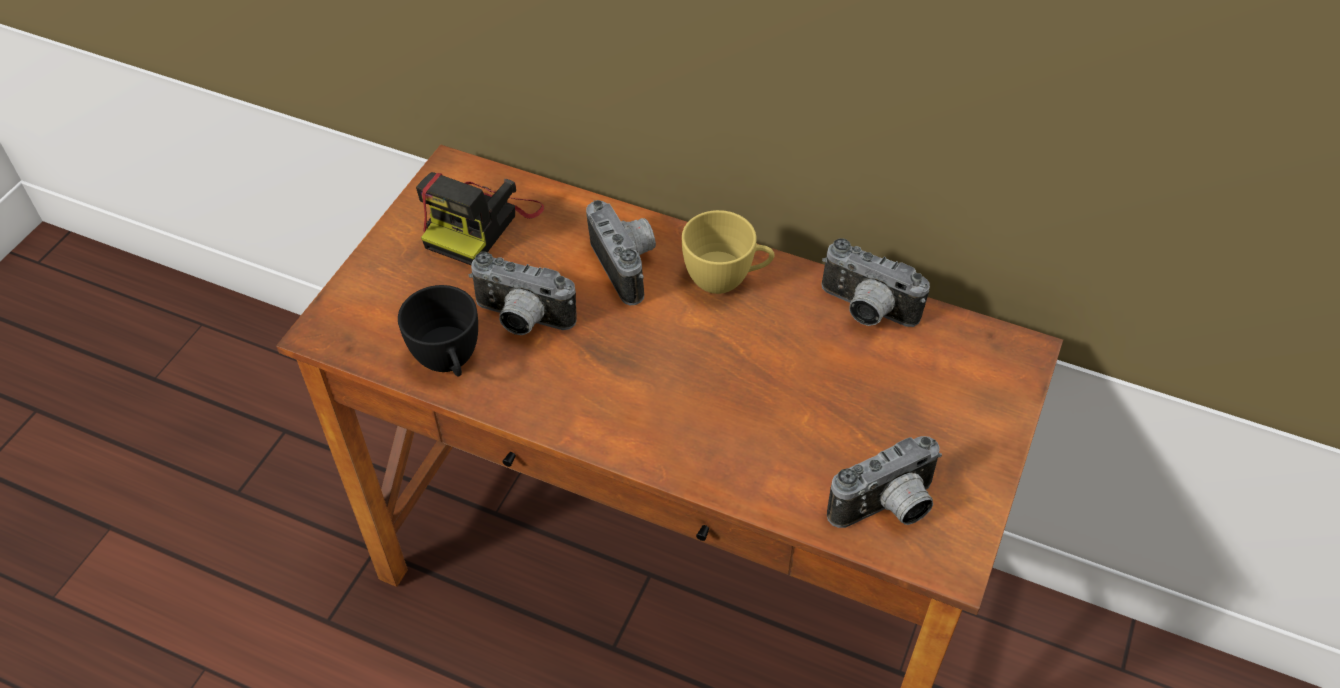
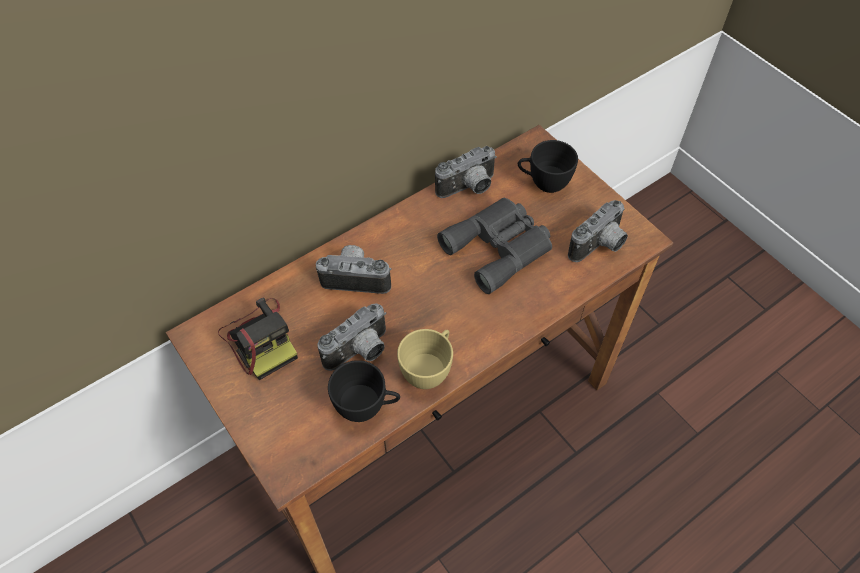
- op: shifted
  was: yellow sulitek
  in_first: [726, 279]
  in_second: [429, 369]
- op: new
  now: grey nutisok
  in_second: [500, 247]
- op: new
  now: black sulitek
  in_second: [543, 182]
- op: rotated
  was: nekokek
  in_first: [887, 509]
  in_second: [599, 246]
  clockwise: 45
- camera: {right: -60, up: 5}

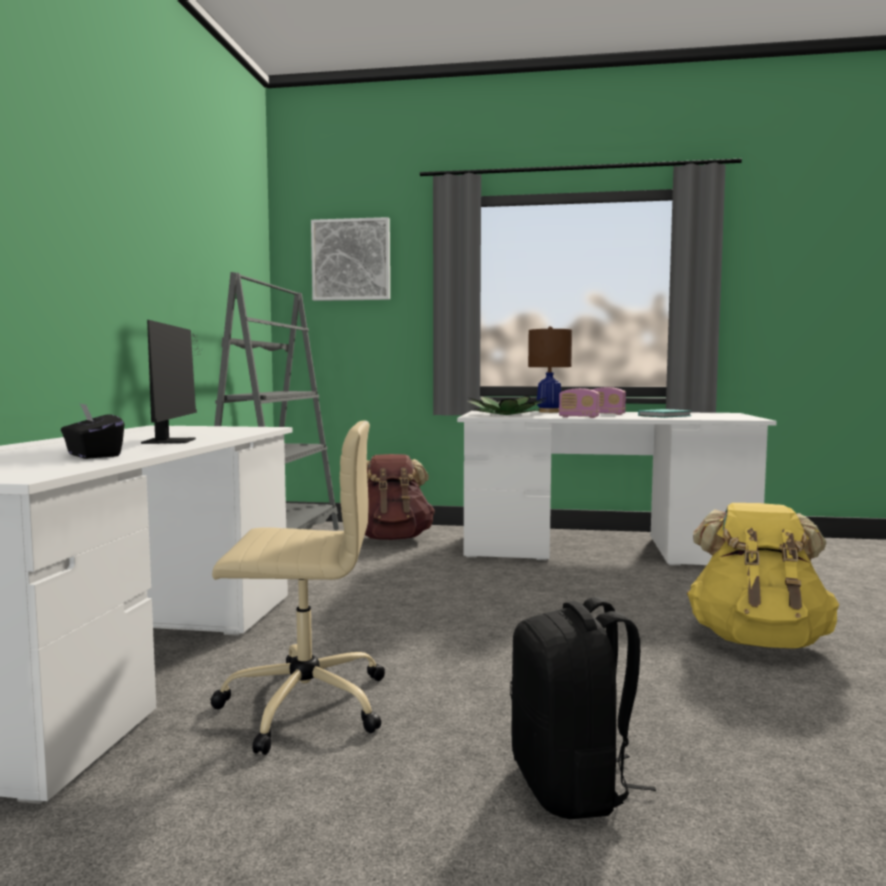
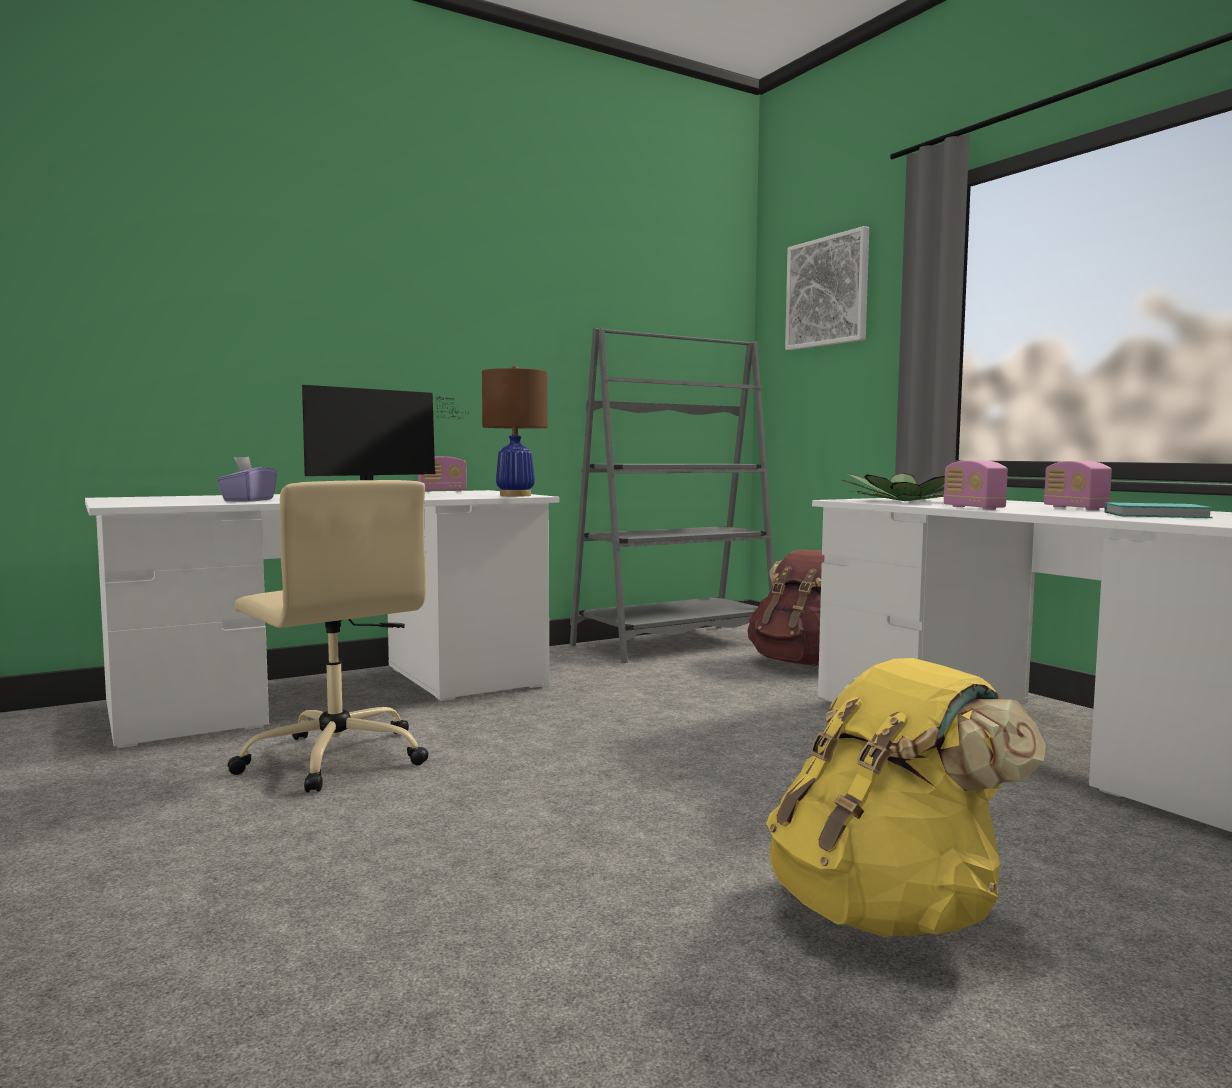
- op: repainted
  was: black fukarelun
  now: purple fukarelun
  in_first: [93, 456]
  in_second: [248, 500]
- op: new
  now: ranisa
  in_second: [442, 491]
- op: shifted
  was: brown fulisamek
  in_first: [549, 412]
  in_second: [515, 495]
- op: gone
  was: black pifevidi
  in_first: [572, 786]
- camera: {right: 50, up: 0}

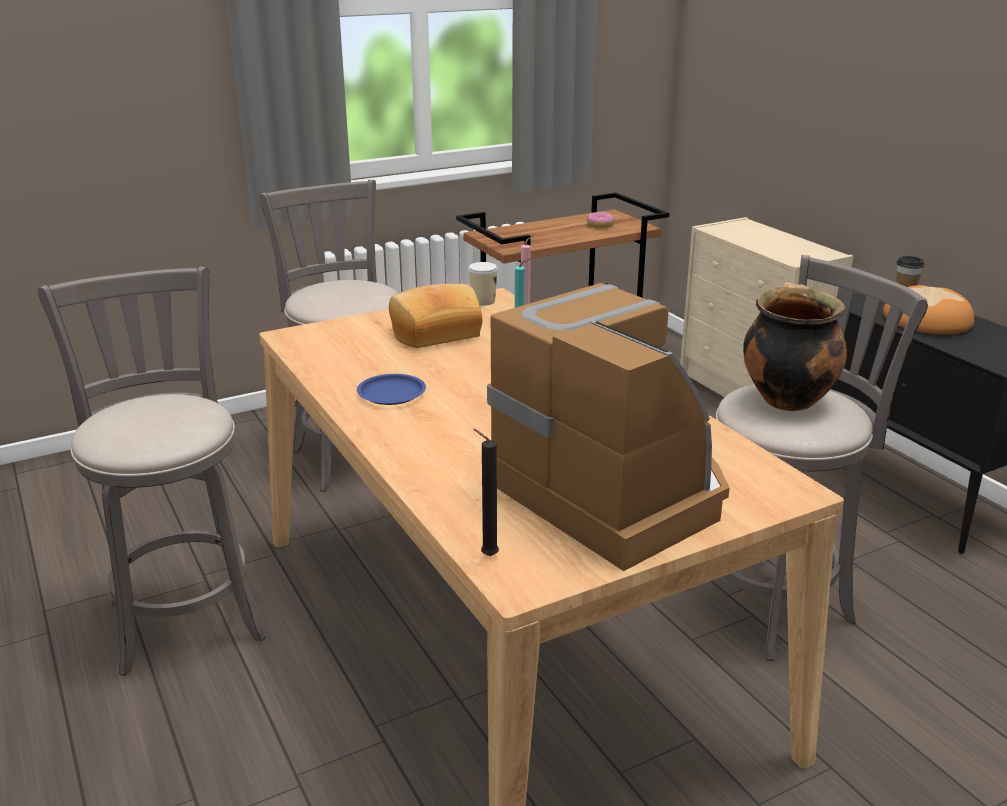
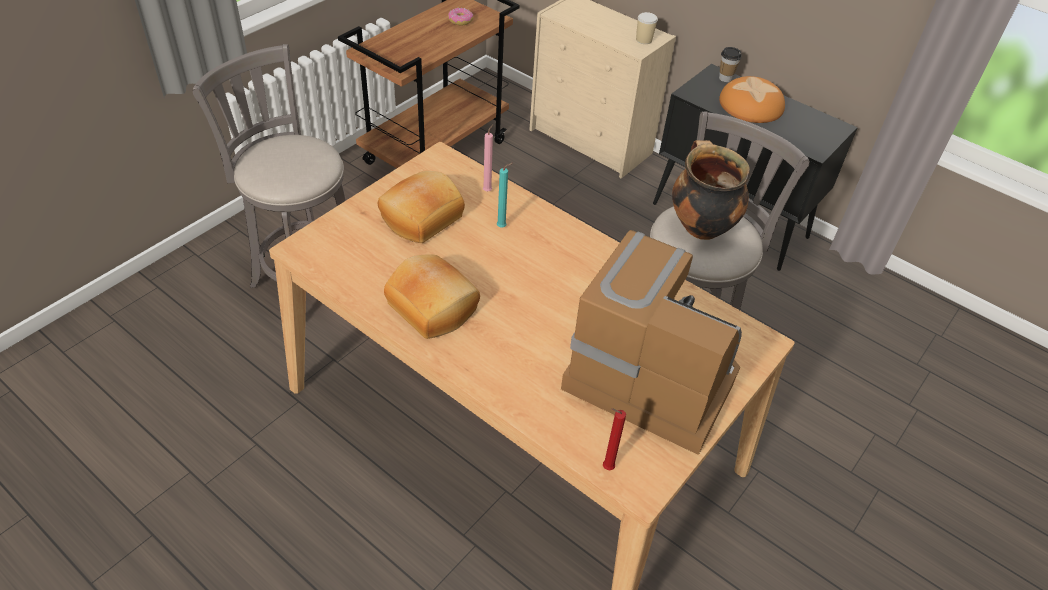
- op: swapped
  was: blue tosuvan
  now: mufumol
  in_first: [392, 394]
  in_second: [434, 306]
- op: repainted
  was: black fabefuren
  now: red fabefuren
  in_first: [487, 555]
  in_second: [606, 468]
- op: shifted
  was: sulitek
  in_first: [483, 301]
  in_second: [644, 40]
- op: gone
  was: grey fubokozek
  in_first: [186, 615]
- camera: {right: -25, up: 20}

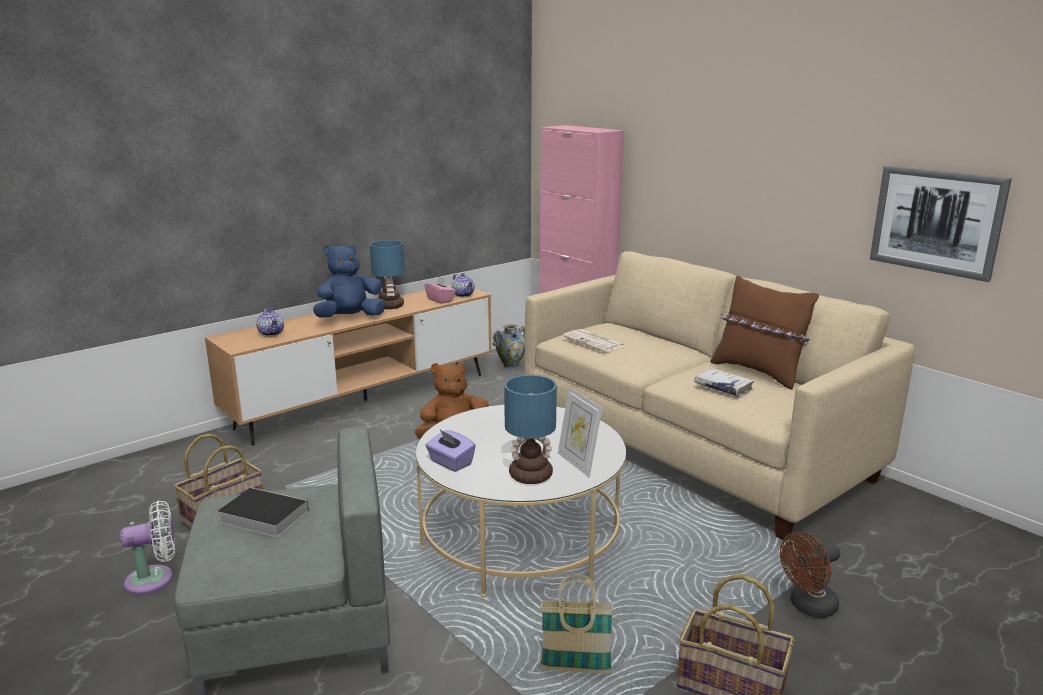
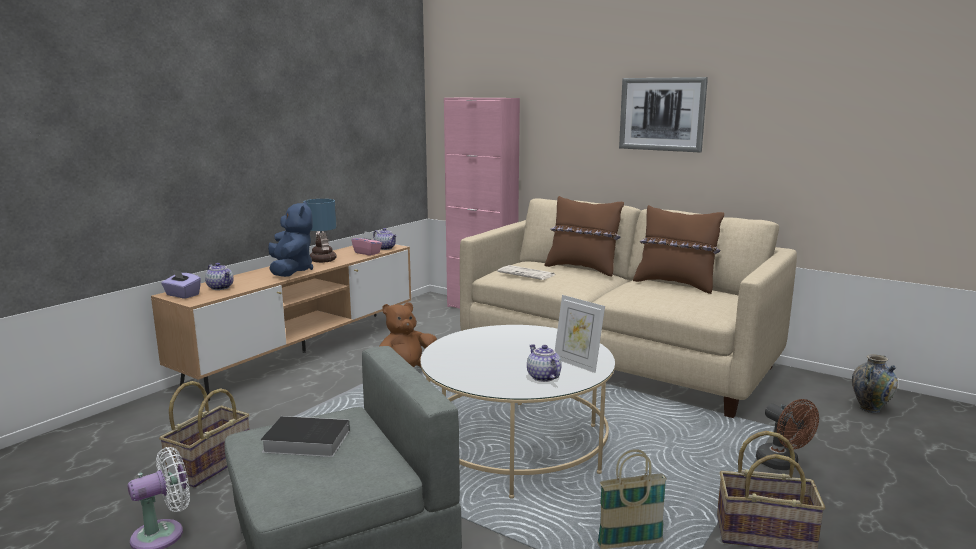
- op: shifted
  was: purple fukarelun
  in_first: [450, 463]
  in_second: [182, 295]
- op: rotated
  was: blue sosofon
  in_first: [349, 318]
  in_second: [291, 271]
  clockwise: 120
- op: swapped
  was: fulisamek
  now: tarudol
  in_first: [529, 476]
  in_second: [542, 377]
- op: new
  now: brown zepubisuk
  in_second: [582, 269]
- op: shifted
  was: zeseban
  in_first: [936, 221]
  in_second: [662, 114]
- op: rotated
  was: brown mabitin
  in_first: [808, 607]
  in_second: [782, 464]
  clockwise: -75
- op: shifted
  was: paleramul
  in_first: [511, 366]
  in_second: [870, 408]
- op: gone
  was: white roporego
  in_first: [723, 388]
- camera: {right: -15, up: -5}

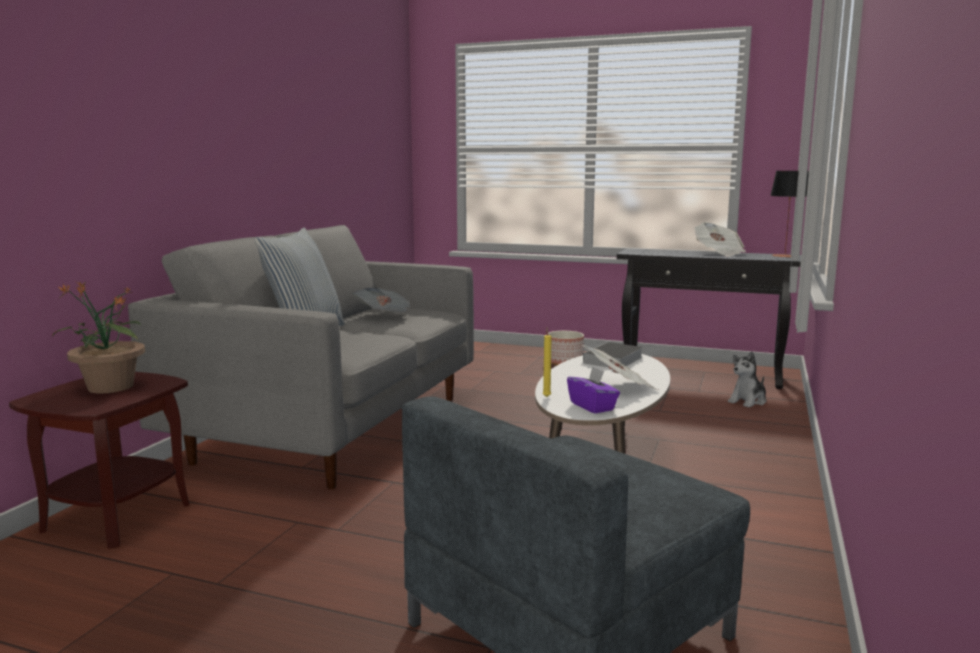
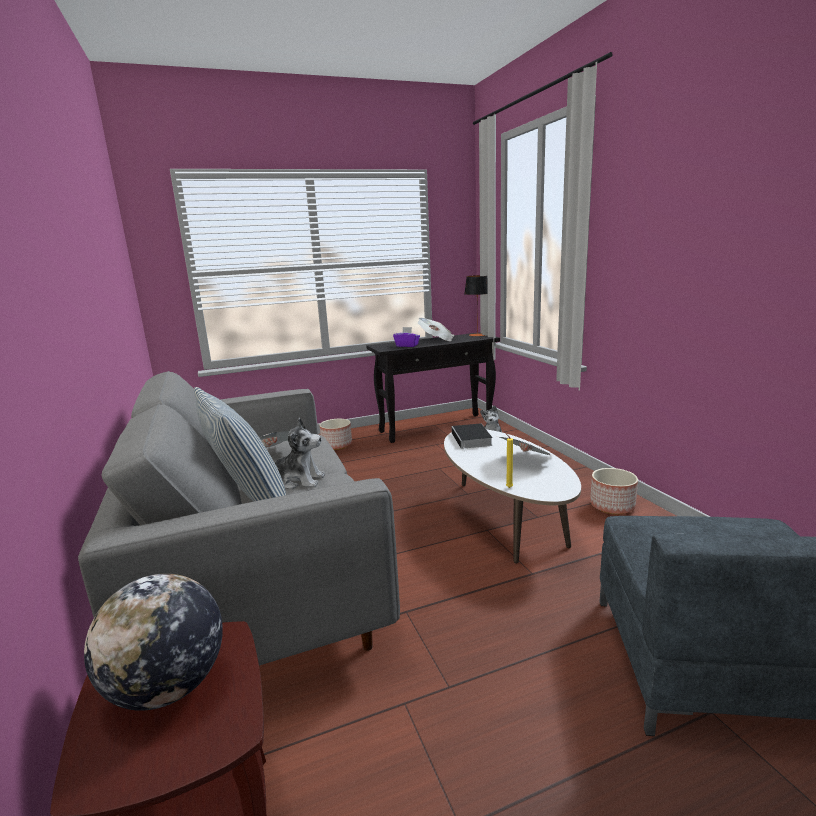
- op: swapped
  was: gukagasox
  now: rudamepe
  in_first: [110, 387]
  in_second: [168, 687]
- op: new
  now: sosofon
  in_second: [299, 480]
- op: shifted
  was: purple fukarelun
  in_first: [592, 406]
  in_second: [407, 345]
- op: new
  now: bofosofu
  in_second: [611, 506]
- camera: {right: -40, up: 5}

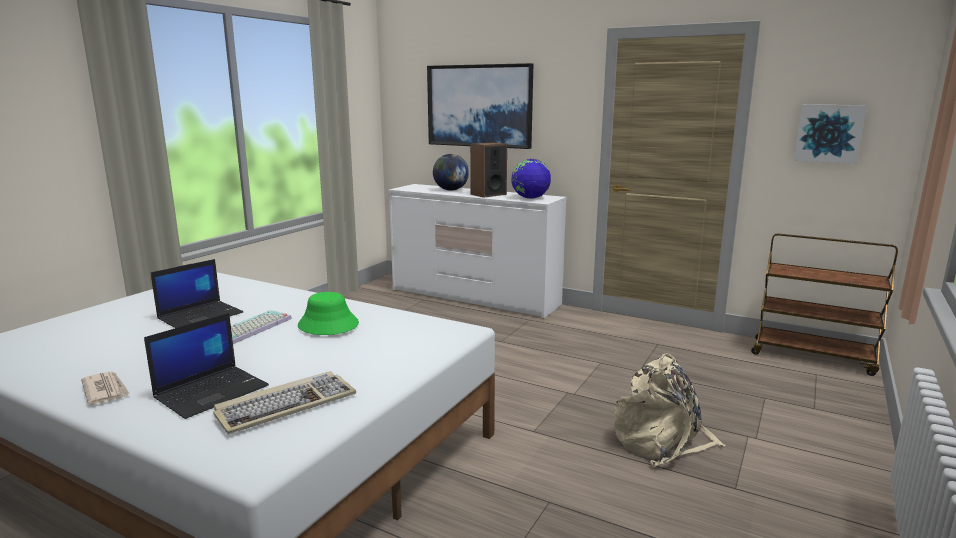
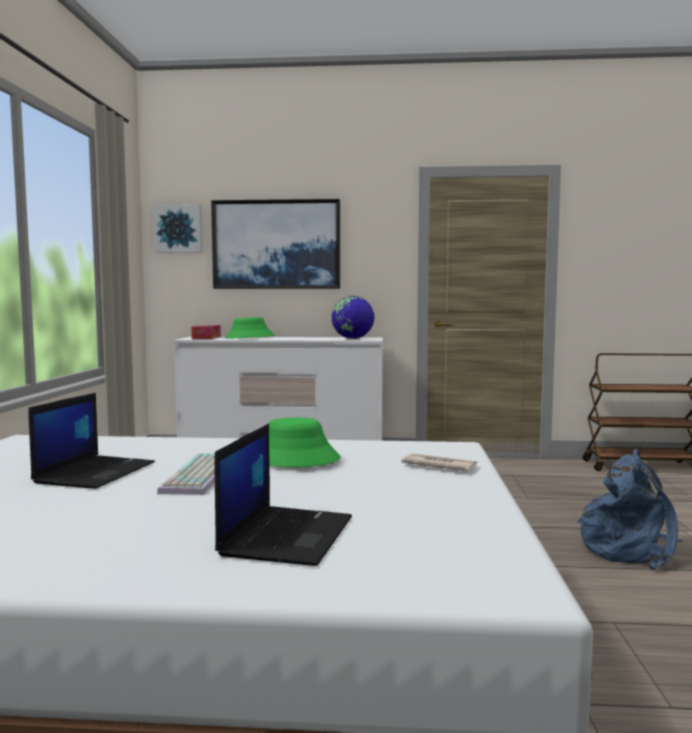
- op: shifted
  was: zeseban
  in_first: [829, 133]
  in_second: [179, 229]
- op: new
  now: fukarelun
  in_second: [206, 338]
- op: swapped
  was: rudamepe
  now: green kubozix
  in_first: [450, 190]
  in_second: [249, 338]
- op: shifted
  was: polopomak
  in_first: [105, 390]
  in_second: [438, 466]
- op: repainted
  was: beige pifevidi
  now: blue pifevidi
  in_first: [662, 442]
  in_second: [629, 548]
- op: gone
  was: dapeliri
  in_first: [286, 405]
- op: gone
  was: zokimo
  in_first: [488, 194]
- camera: {right: -25, up: -10}

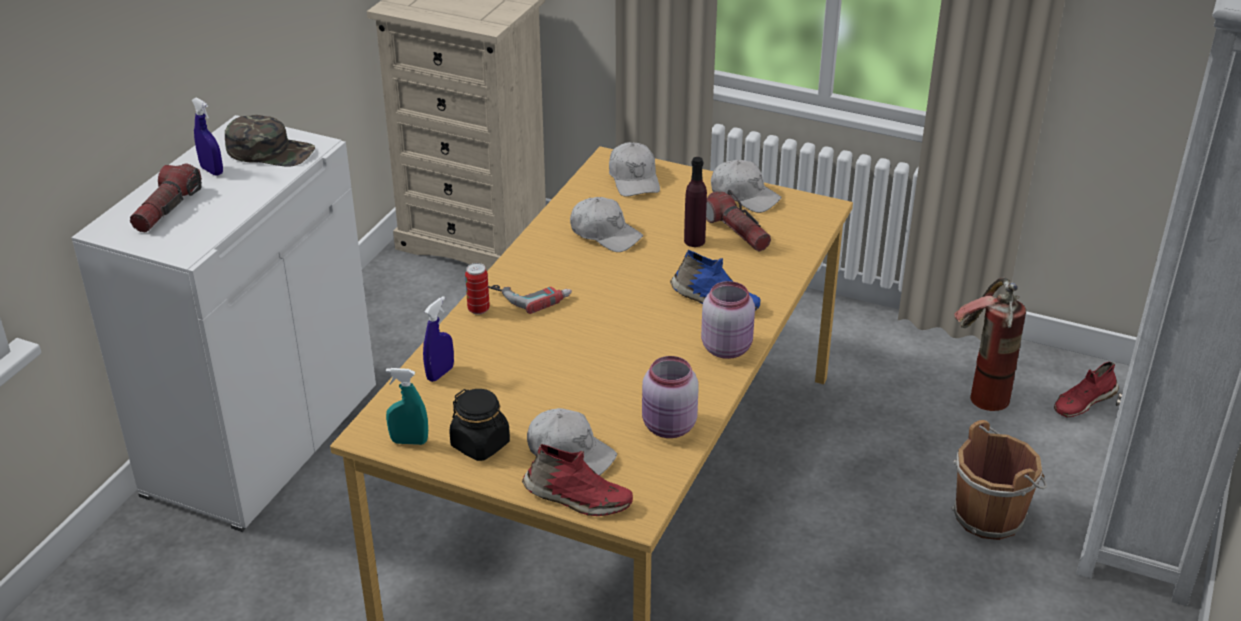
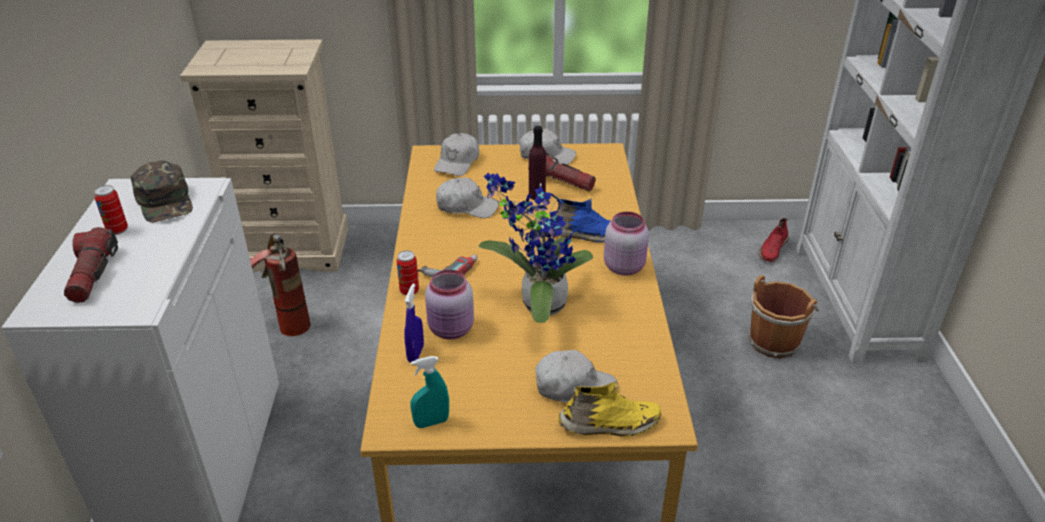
- op: swapped
  was: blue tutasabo
  now: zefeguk
  in_first: [212, 171]
  in_second: [117, 230]
- op: rotated
  was: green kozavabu
  in_first: [271, 151]
  in_second: [165, 201]
  clockwise: 75
- op: shifted
  was: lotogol
  in_first: [979, 389]
  in_second: [286, 321]
- op: shifted
  was: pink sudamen
  in_first: [669, 427]
  in_second: [451, 330]
- op: rotated
  was: white kozavabu
  in_first: [634, 179]
  in_second: [457, 162]
  clockwise: 60
- op: new
  now: gukagasox
  in_second: [538, 304]
- op: repainted
  was: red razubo
  now: yellow razubo
  in_first: [577, 499]
  in_second: [610, 425]
- op: gone
  was: black sudamen
  in_first: [480, 444]
- camera: {right: -25, up: 0}

